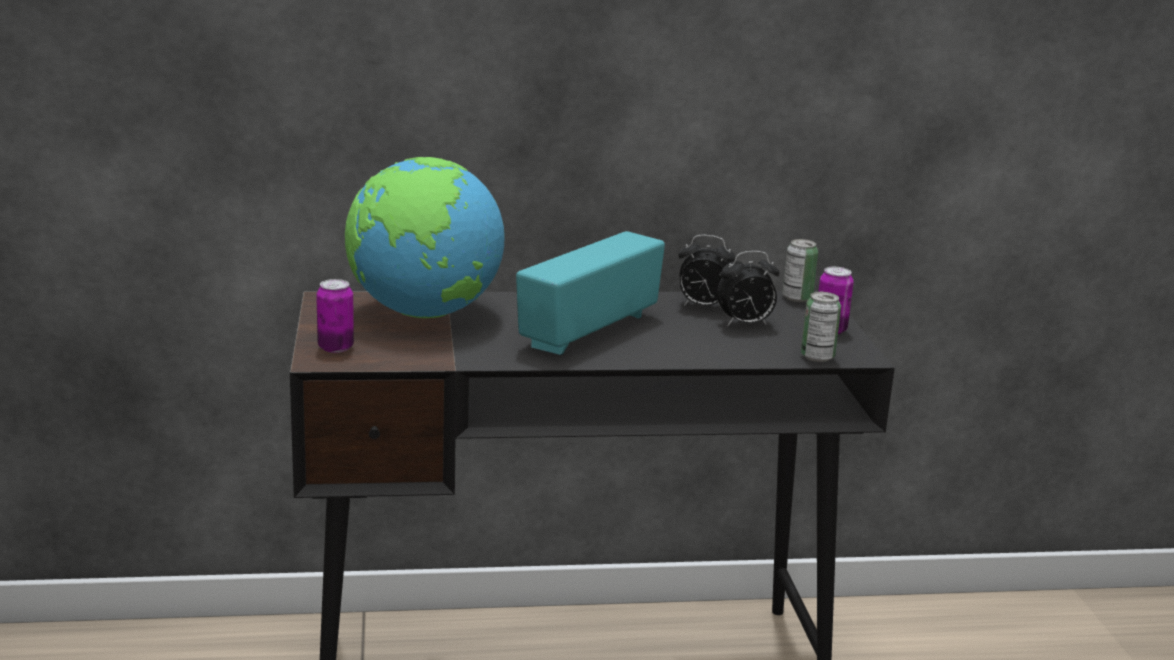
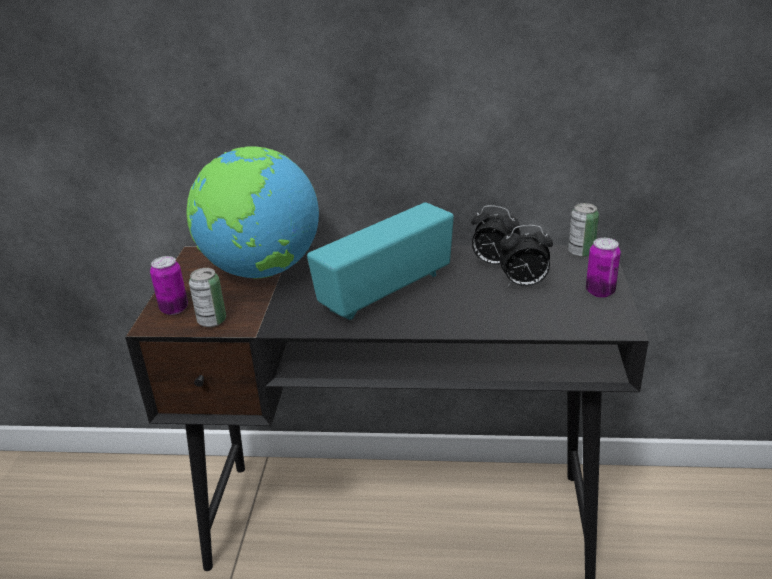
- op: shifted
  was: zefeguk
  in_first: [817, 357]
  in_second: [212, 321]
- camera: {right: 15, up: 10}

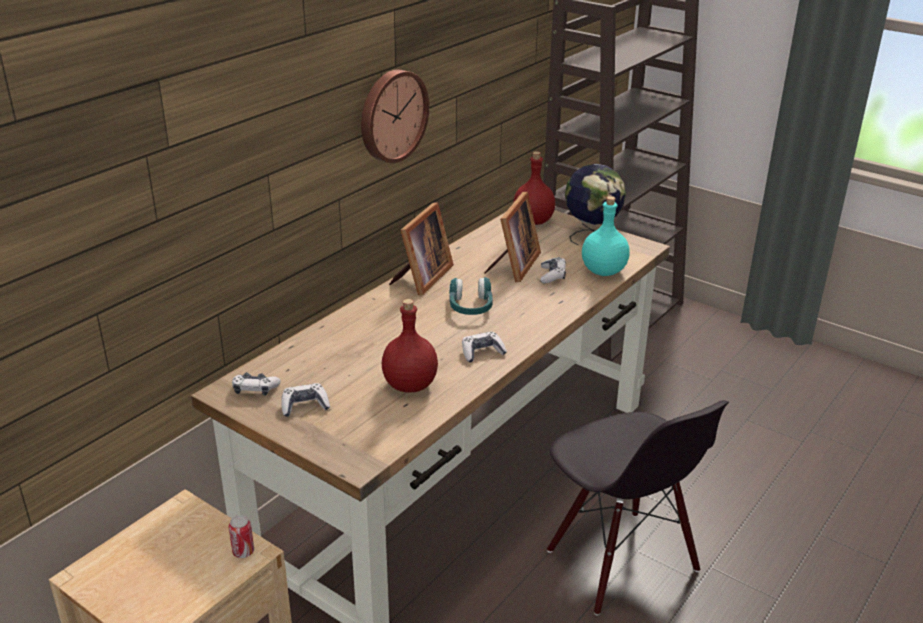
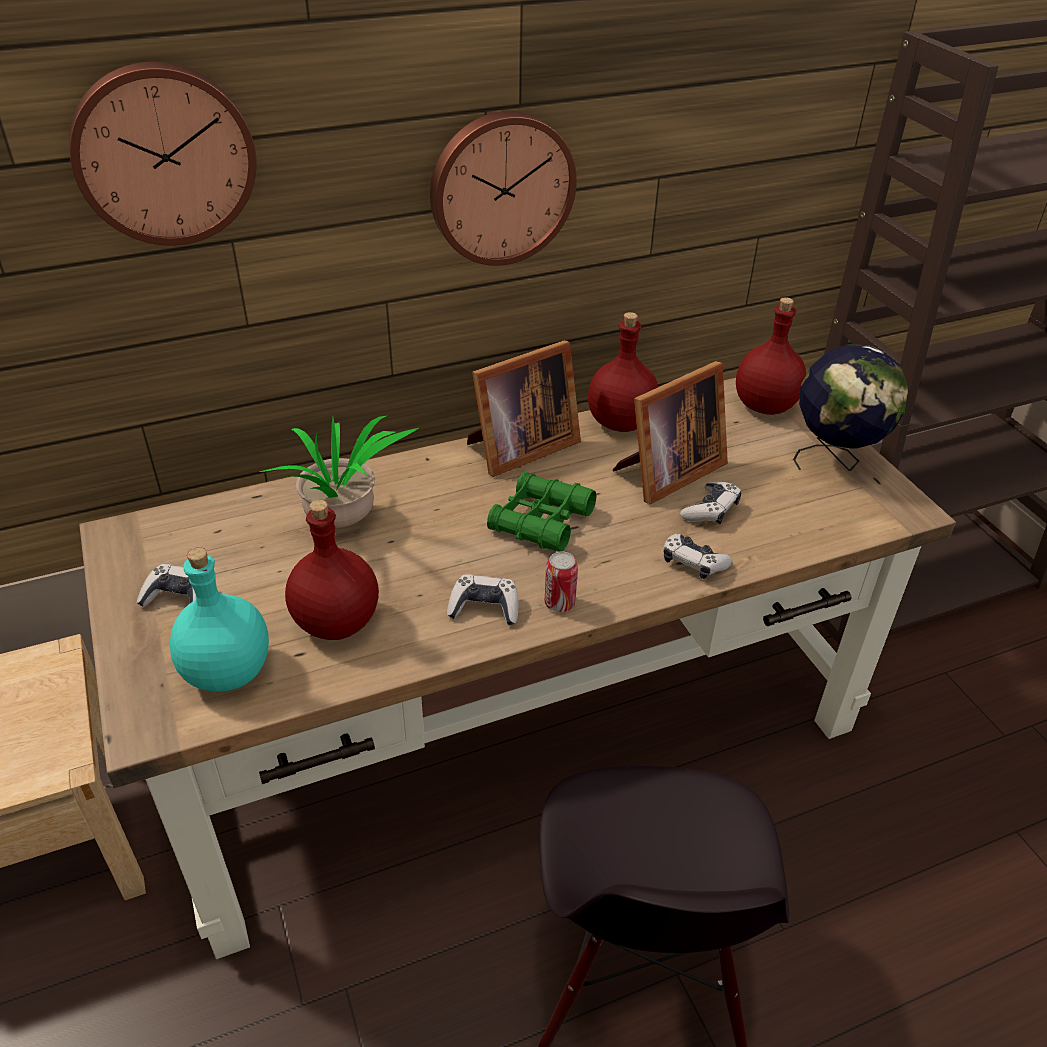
- op: new
  now: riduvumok
  in_second: [164, 153]
- op: shifted
  was: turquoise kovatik
  in_first: [604, 271]
  in_second: [229, 672]
- op: new
  now: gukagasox
  in_second: [344, 523]
- op: swapped
  was: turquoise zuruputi
  now: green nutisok
  in_first: [470, 307]
  in_second: [541, 521]
- op: shifted
  was: zefeguk
  in_first: [243, 552]
  in_second: [559, 603]
- op: new
  now: red kovatik
  in_second: [619, 422]
- op: shifted
  was: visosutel
  in_first: [255, 389]
  in_second: [693, 563]
- camera: {right: 30, up: 10}

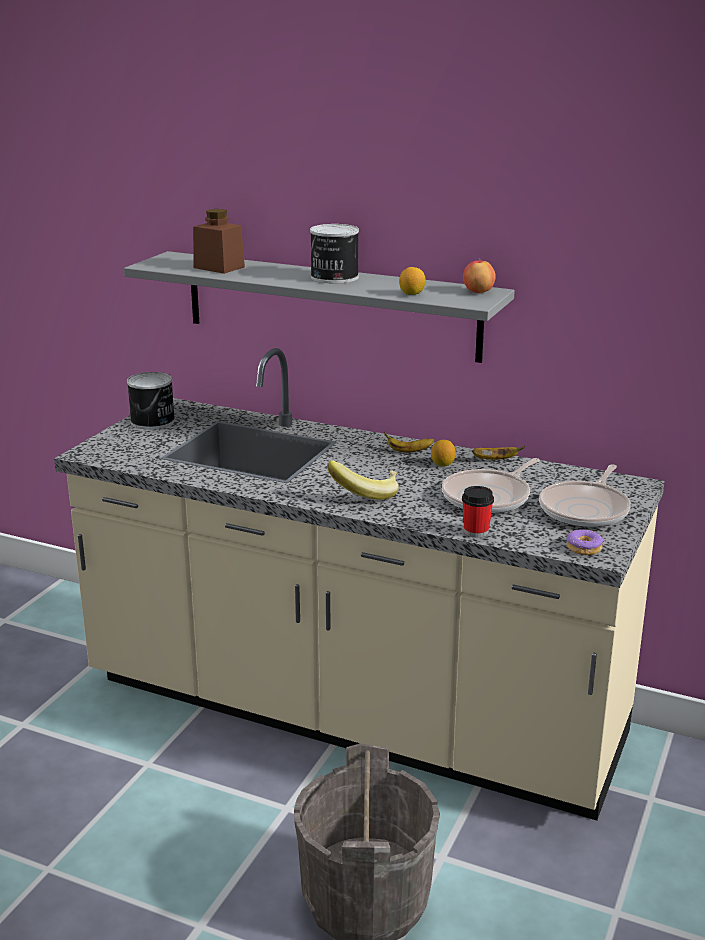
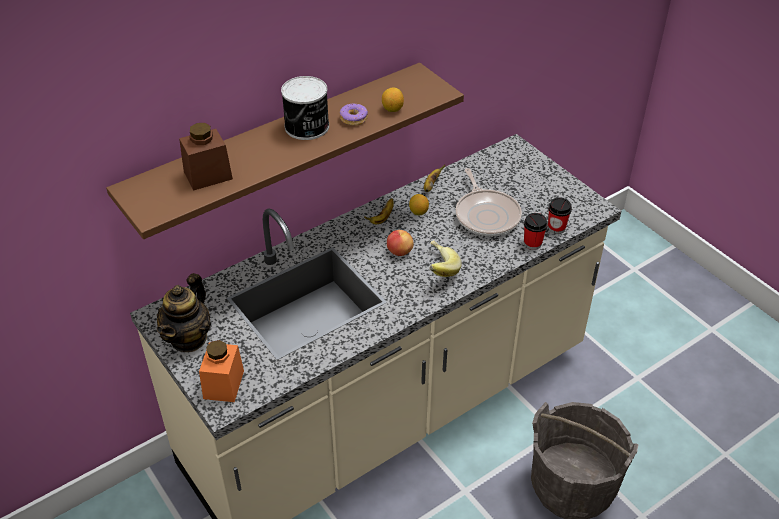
- op: repainted
  was: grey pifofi
  now: brown pifofi
  in_first: [330, 305]
  in_second: [278, 148]
- op: swapped
  was: zefeguk
  now: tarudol
  in_first: [153, 421]
  in_second: [189, 338]
- op: new
  now: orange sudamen
  in_second: [223, 384]
- op: shifted
  was: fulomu
  in_first: [584, 548]
  in_second: [354, 119]
- op: shifted
  was: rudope
  in_first: [478, 291]
  in_second: [399, 252]
- op: new
  now: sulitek
  in_second: [556, 228]
- op: gone
  was: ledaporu
  in_first: [586, 509]
- camera: {right: -60, up: 20}

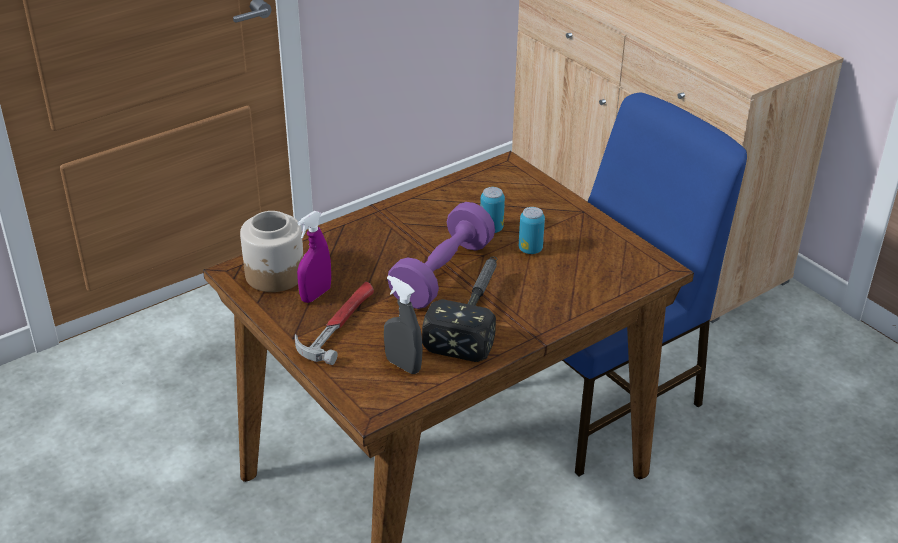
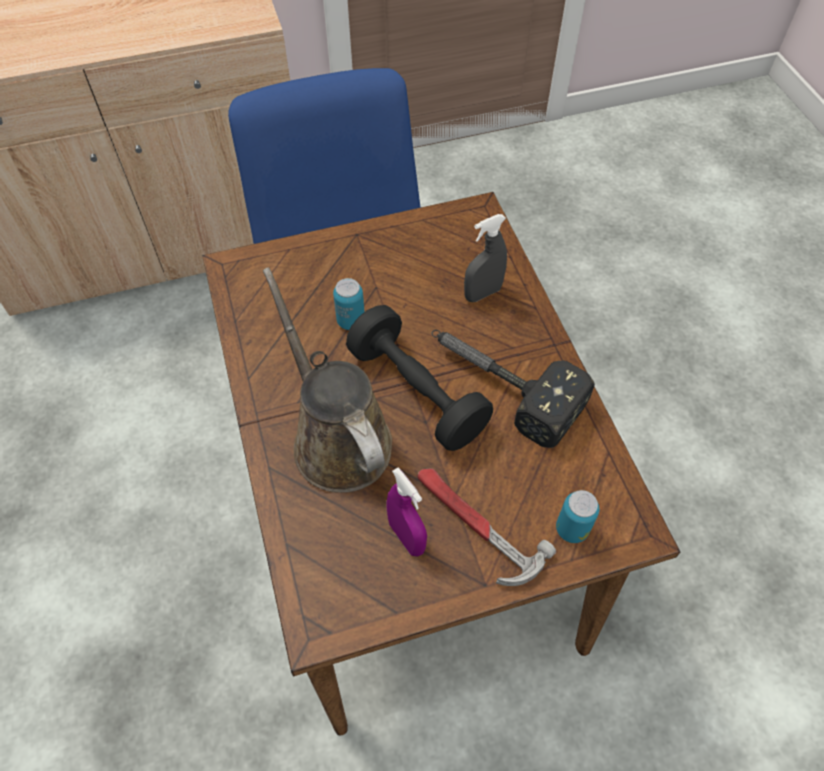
- op: new
  now: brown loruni
  in_second: [337, 438]
- op: repainted
  was: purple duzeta
  now: black duzeta
  in_first: [442, 274]
  in_second: [417, 392]
- op: shifted
  was: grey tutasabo
  in_first: [403, 365]
  in_second: [482, 293]
- op: shifted
  was: zefeguk
  in_first: [530, 249]
  in_second: [571, 529]
- op: gone
  was: sudamen
  in_first: [275, 275]
- camera: {right: -70, up: 20}

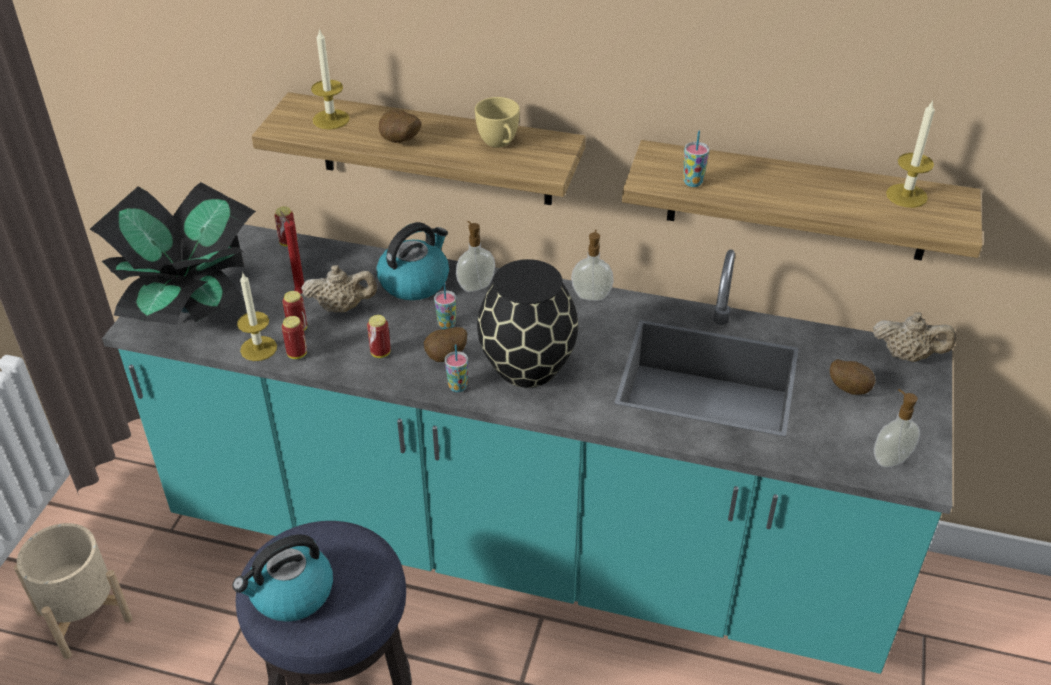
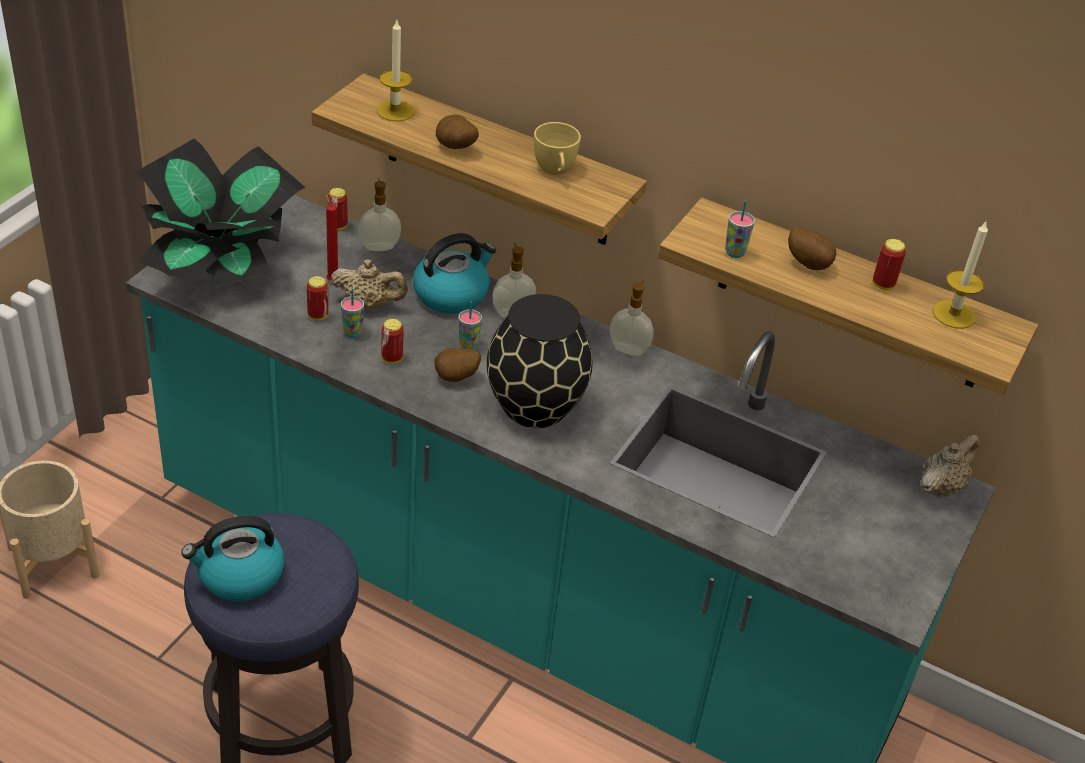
- op: shifted
  was: sulitek
  in_first: [457, 386]
  in_second: [352, 332]
- op: shifted
  was: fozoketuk
  in_first: [890, 459]
  in_second: [379, 246]
- op: shifted
  was: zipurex
  in_first: [849, 388]
  in_second: [809, 264]
- op: shifted
  was: zefeguk
  in_first: [297, 354]
  in_second: [883, 285]
- op: rotated
  was: beige tarudol
  in_first: [907, 356]
  in_second: [941, 487]
  clockwise: -75
- op: gone
  was: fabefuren
  in_first: [258, 348]
- camera: {right: 10, up: 0}

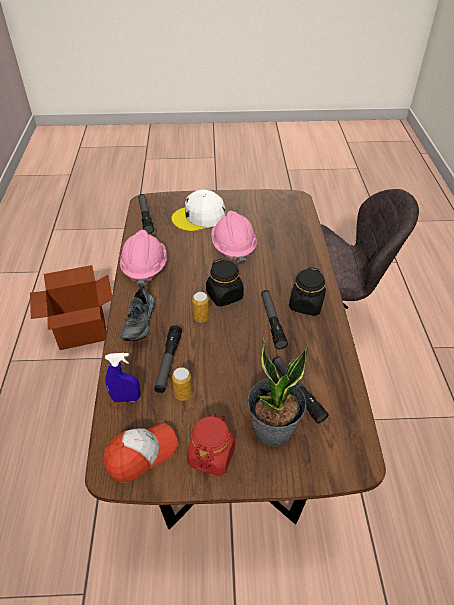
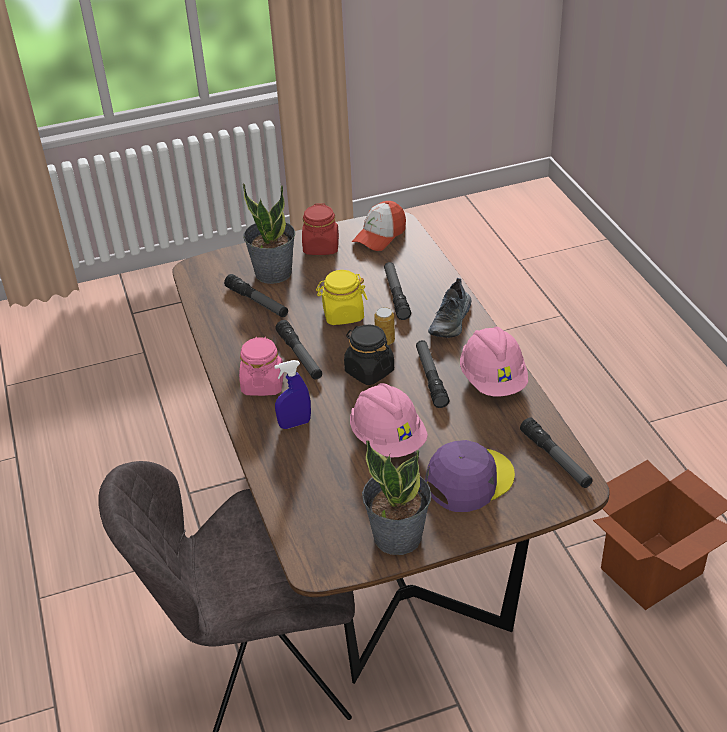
- op: repainted
  was: black sudamen
  now: pink sudamen
  in_first: [306, 304]
  in_second: [263, 384]
- op: shifted
  was: blue tutasabo
  in_first: [126, 398]
  in_second: [295, 424]
- op: new
  now: yellow sudamen
  in_second: [343, 314]
- op: new
  now: gukagasox
  in_second: [397, 535]
- op: new
  now: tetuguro
  in_second: [431, 378]
- op: repainted
  was: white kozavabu
  now: purple kozavabu
  in_first: [199, 217]
  in_second: [468, 480]
- op: rotated
  was: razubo
  in_first: [140, 322]
  in_second: [451, 321]
  clockwise: -150
- op: gone
  was: zefeguk
  in_first: [183, 394]
- camera: {right: 165, up: -5}

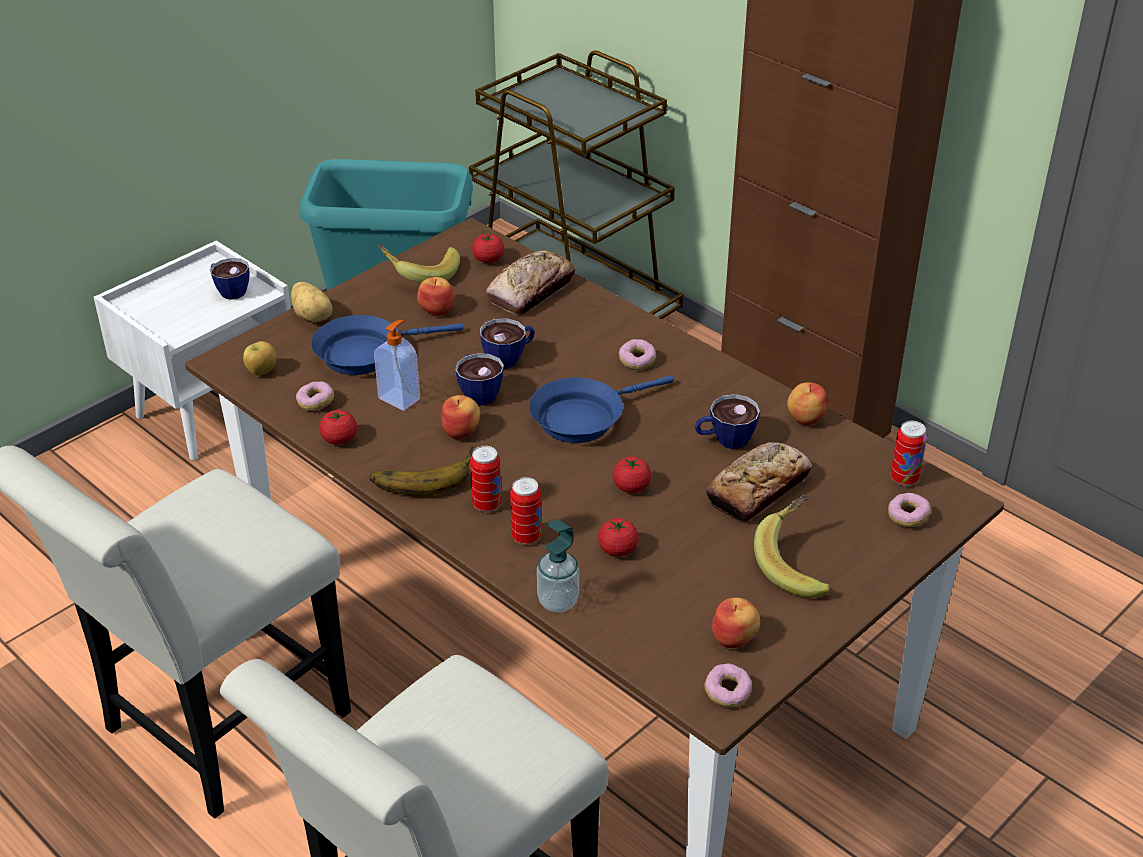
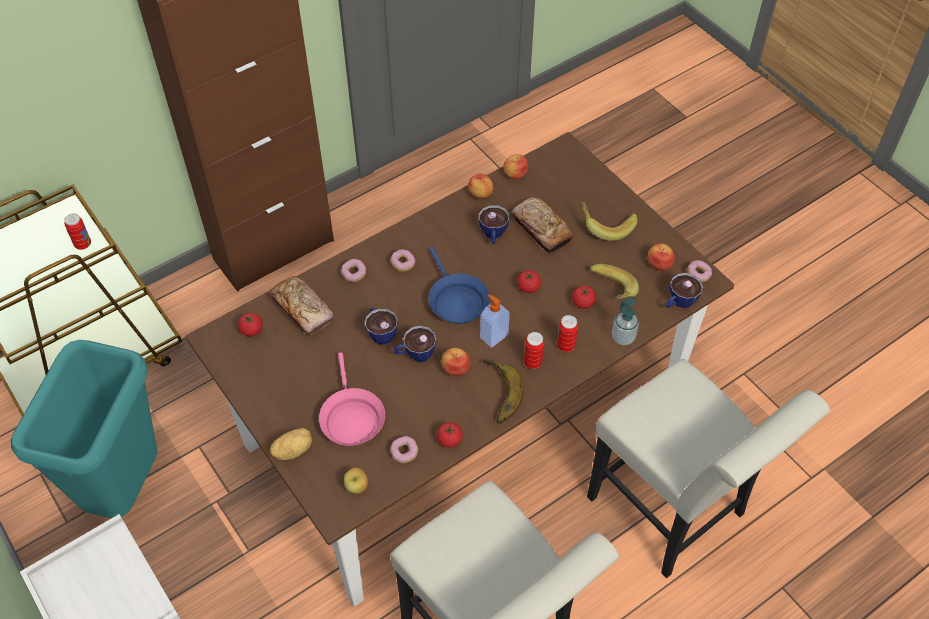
- op: shifted
  was: zefeguk
  in_first: [904, 479]
  in_second: [83, 244]
- op: repainted
  was: blue ledaporu
  now: pink ledaporu
  in_first: [366, 353]
  in_second: [351, 417]
- op: shifted
  was: fulomu
  in_first: [907, 517]
  in_second: [354, 274]
- op: shifted
  was: fozoketuk
  in_first: [400, 398]
  in_second: [493, 336]
- op: shifted
  was: rudope
  in_first: [437, 309]
  in_second: [515, 174]
- op: shifted
  was: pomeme
  in_first: [420, 274]
  in_second: [609, 292]
- op: shifted
  was: sulitek
  in_first: [229, 290]
  in_second: [679, 303]
- camera: {right: -80, up: 15}

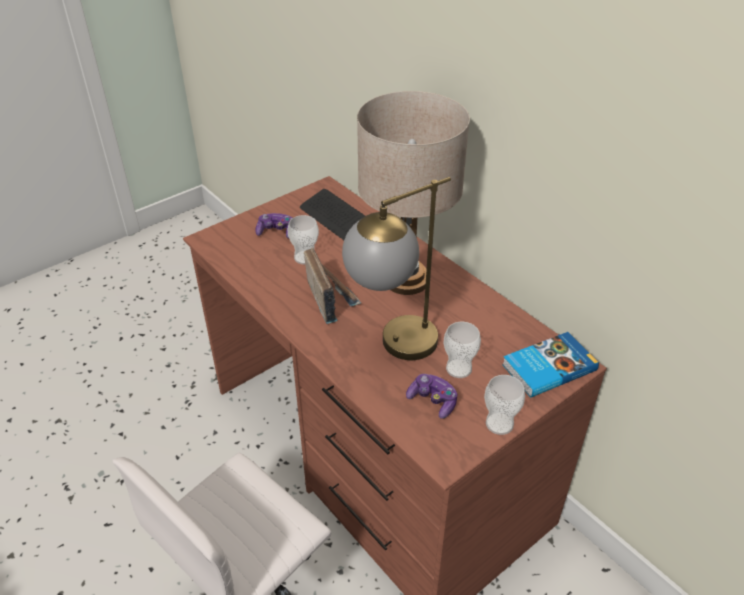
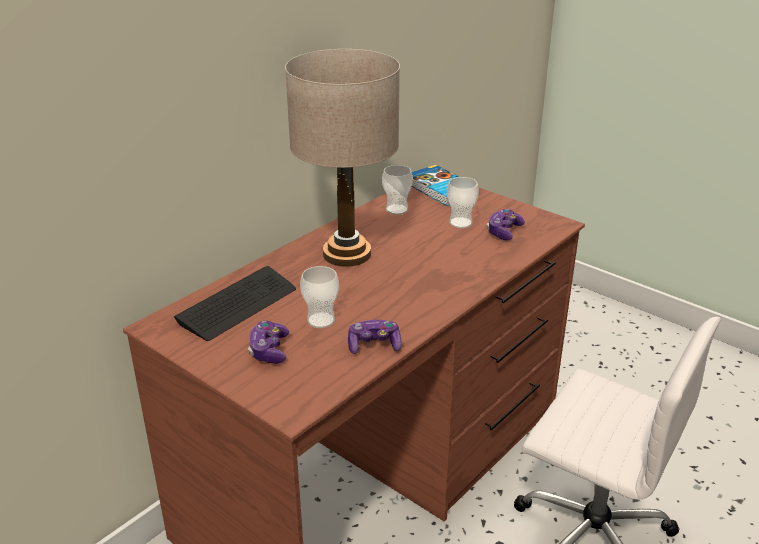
- op: new
  now: visosutel
  in_second: [374, 345]
- op: shifted
  was: sulitek
  in_first: [499, 423]
  in_second: [397, 209]
- op: gone
  was: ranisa
  in_first: [330, 298]
- op: gone
  was: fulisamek
  in_first: [393, 349]
- camera: {right: -100, up: -10}

